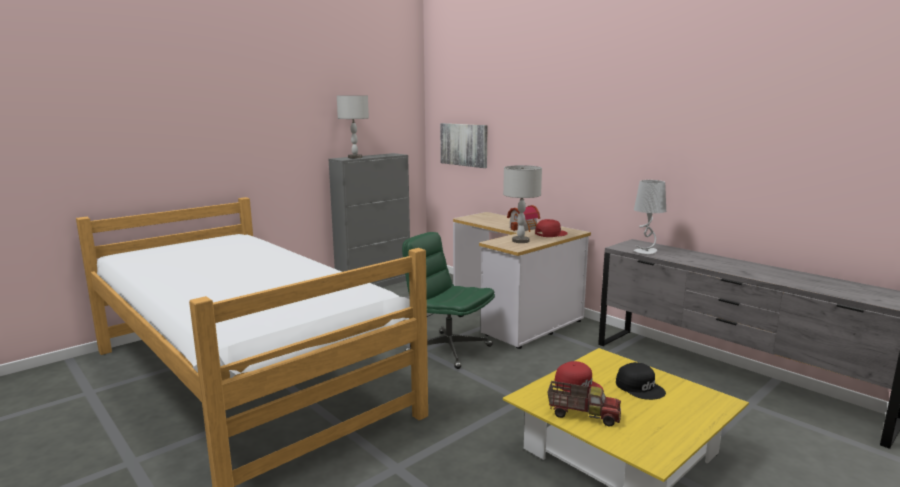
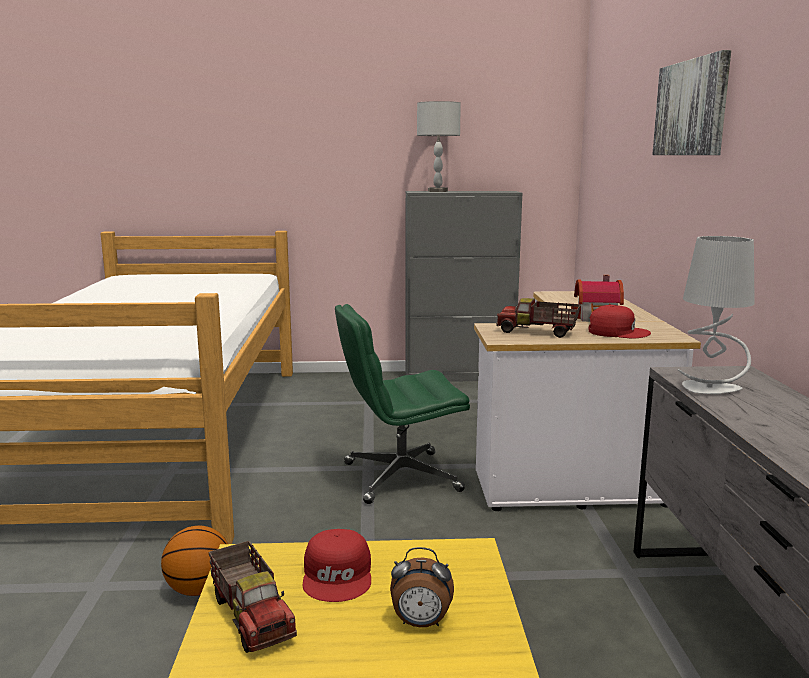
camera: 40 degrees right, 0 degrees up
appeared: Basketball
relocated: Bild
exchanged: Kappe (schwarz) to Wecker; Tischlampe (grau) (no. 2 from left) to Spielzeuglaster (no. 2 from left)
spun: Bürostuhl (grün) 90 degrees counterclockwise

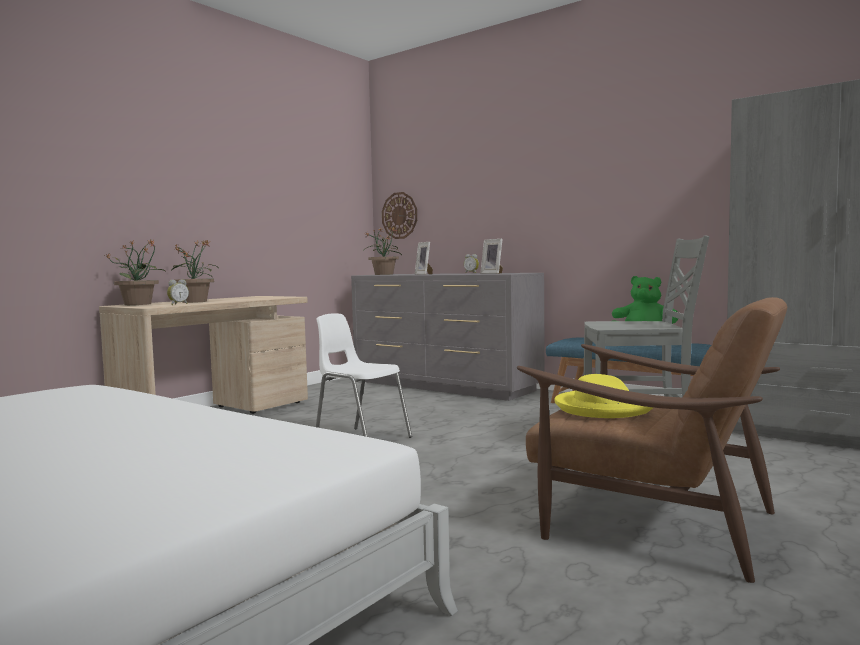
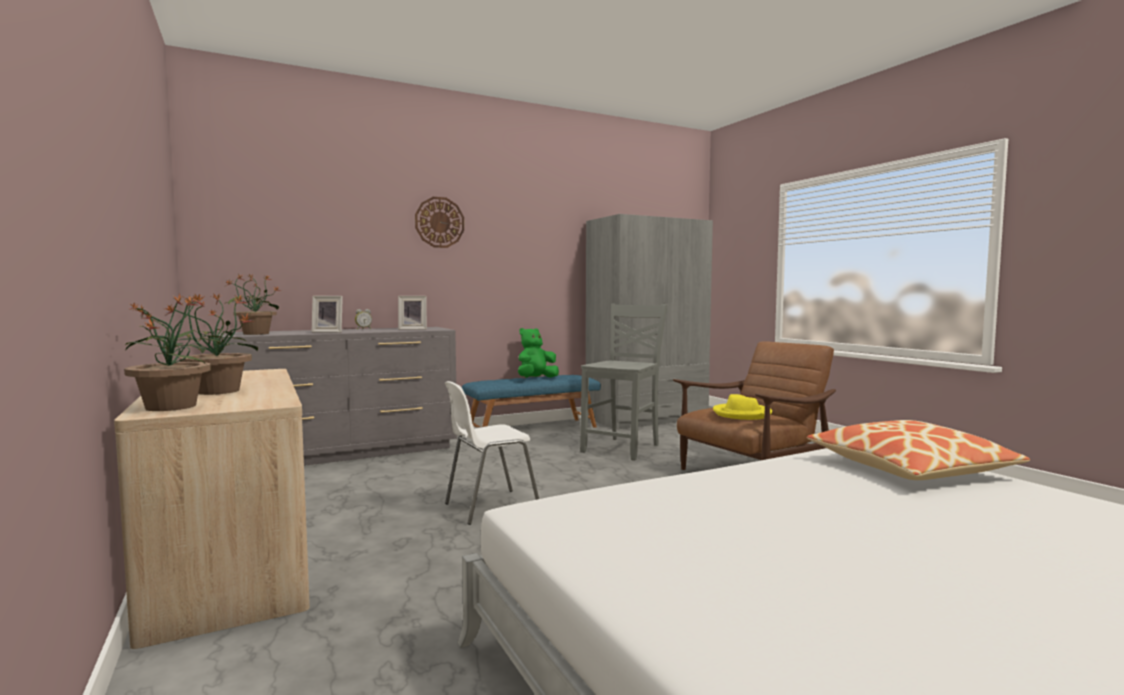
camera: 65 degrees left, 0 degrees up
missing: Wecker (no. 1 from left)
appeared: Kissen
relocated: Wanduhr

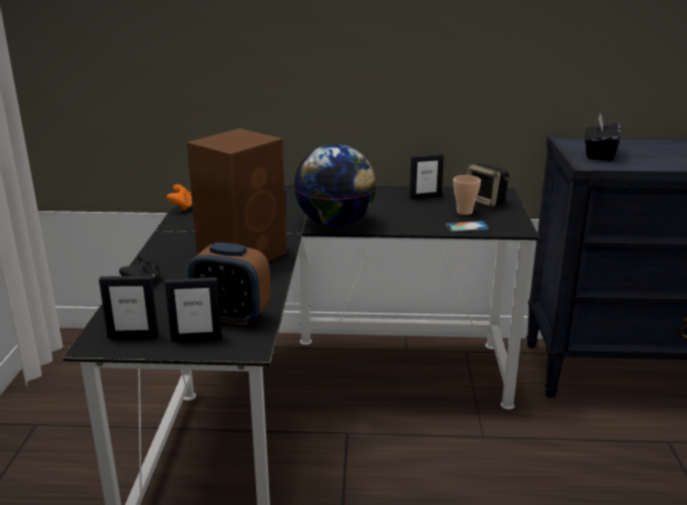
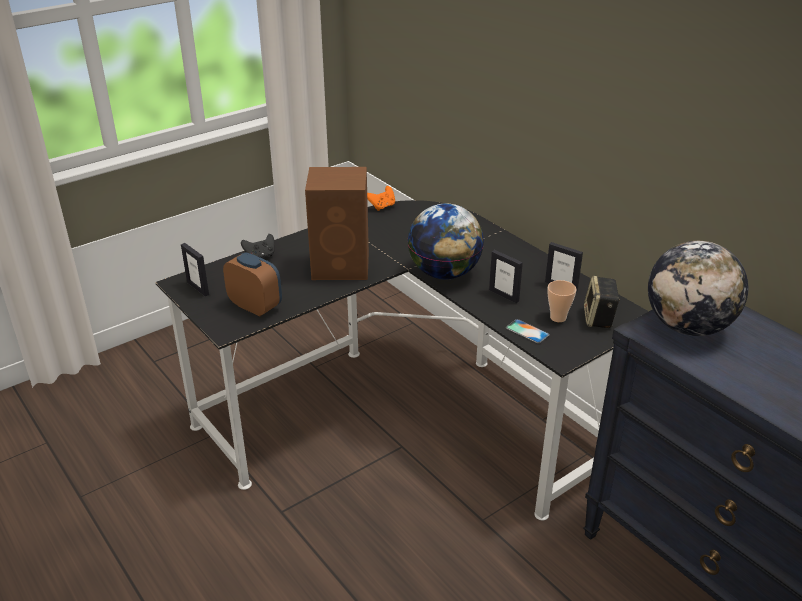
camera: 50 degrees right, 10 degrees up
relocated: Bilderrahmen (no. 2 from left)
exchanged: Taschentuchbox (schwarz) to Globus (no. 2 from left)
spun: Wecker 150 degrees clockwise

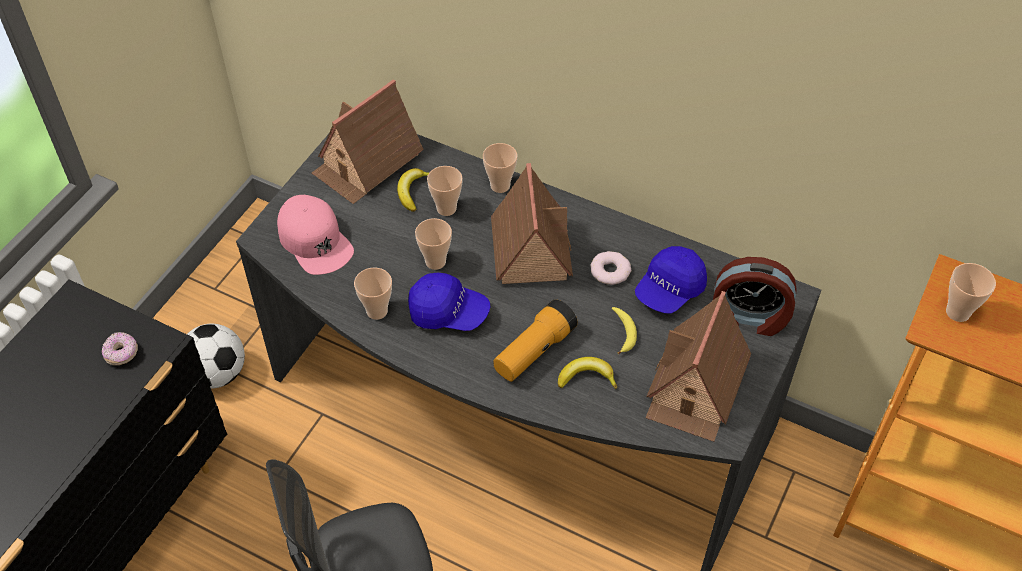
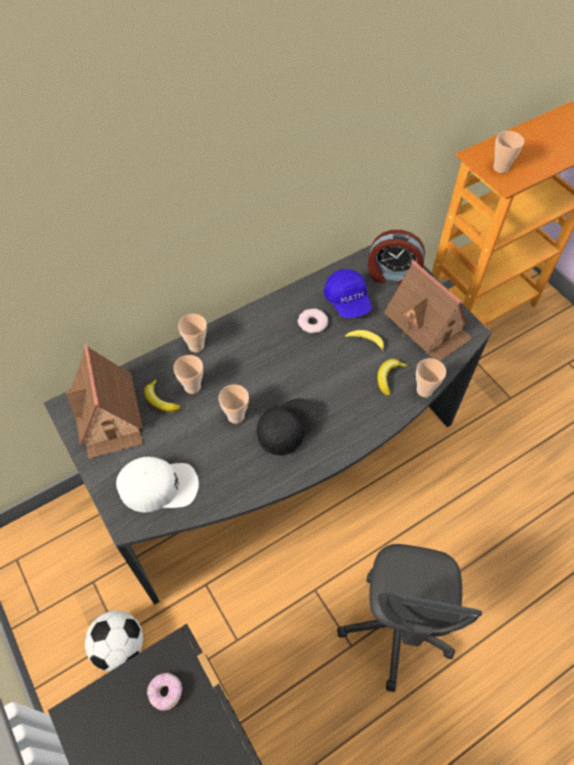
camera: 60 degrees left, 5 degrees up
missing: Spielzeughaus (no. 2 from left); Taschenlampe
relocated: Tasse (no. 1 from left in the first image) to Tasse (no. 4 from left)
colour: Kappe (rosa) to Kappe (weiß); Kappe (blau) (no. 1 from left) to Kappe (schwarz)
spun: Wecker 60 degrees clockwise

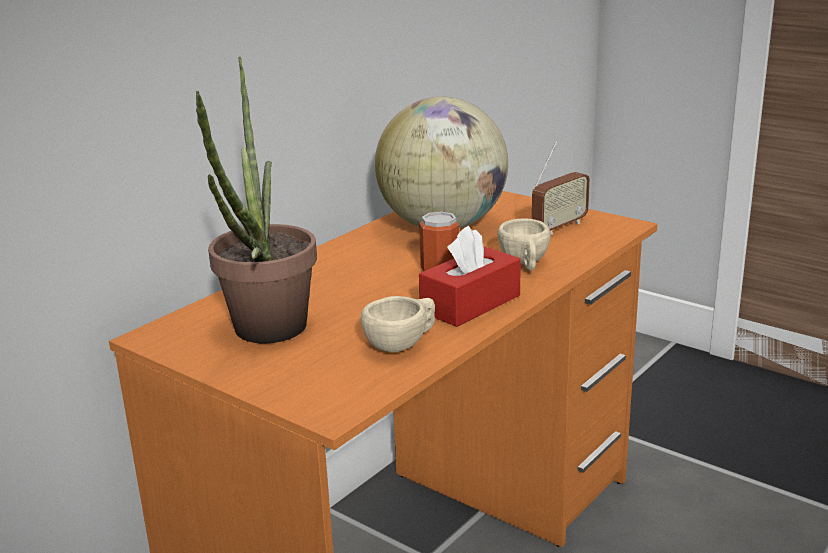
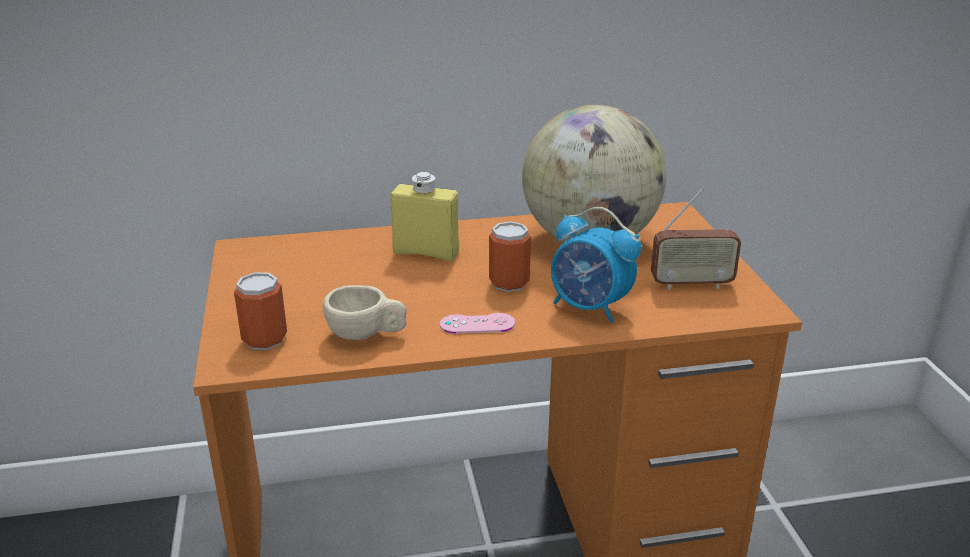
camera: 40 degrees right, 5 degrees up
missing: Topfpflanze
appeared: Dose (no. 1 from left); Flasche (gelb)
exchanged: Taschentuchbox (rot) to Gamepad (rosa); Tasse (beige) (no. 2 from left) to Wecker

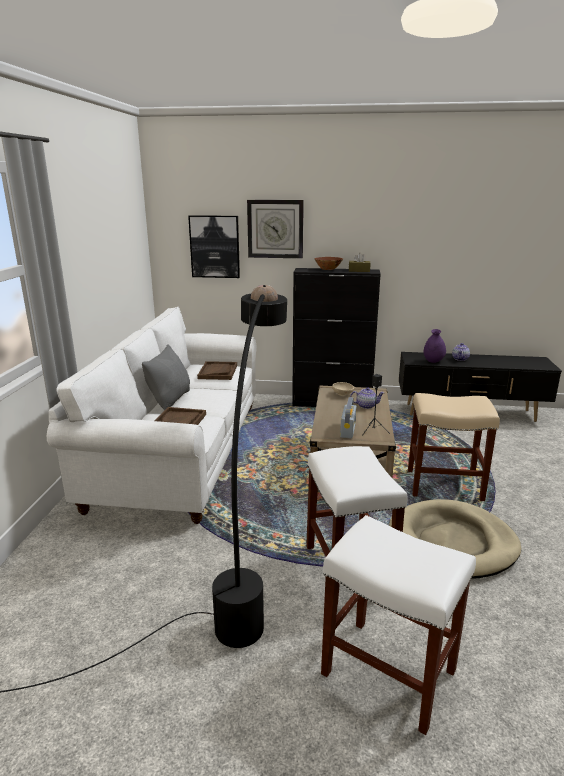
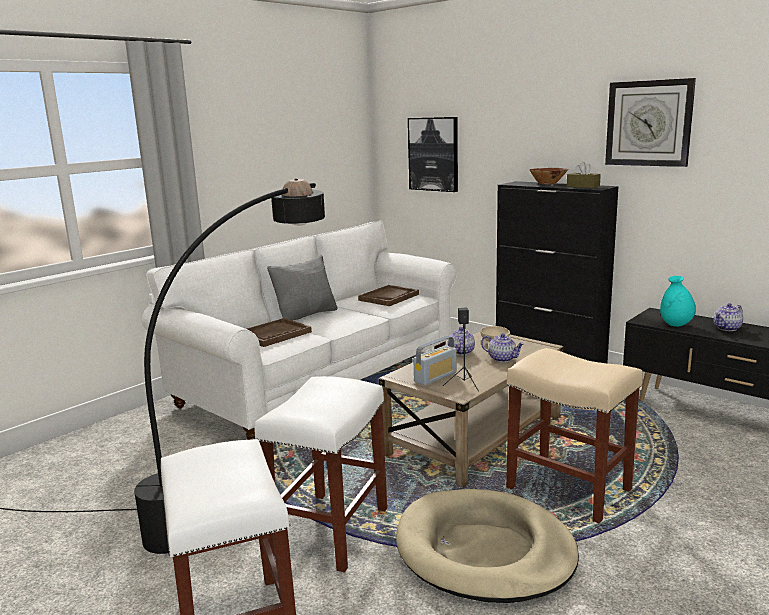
camera: 35 degrees right, 5 degrees down
appeared: Teekanne (no. 1 from left)
relocated: Wanduhr
colour: Vase (lila) to Vase (türkis)

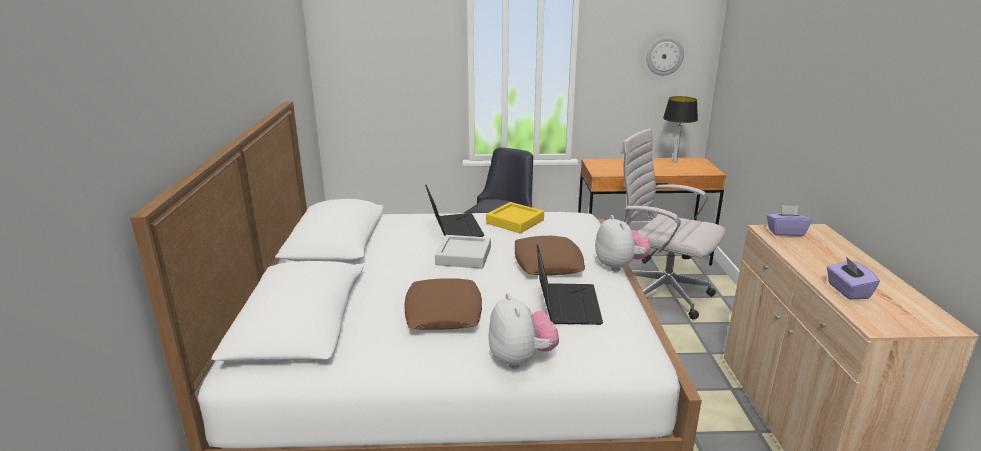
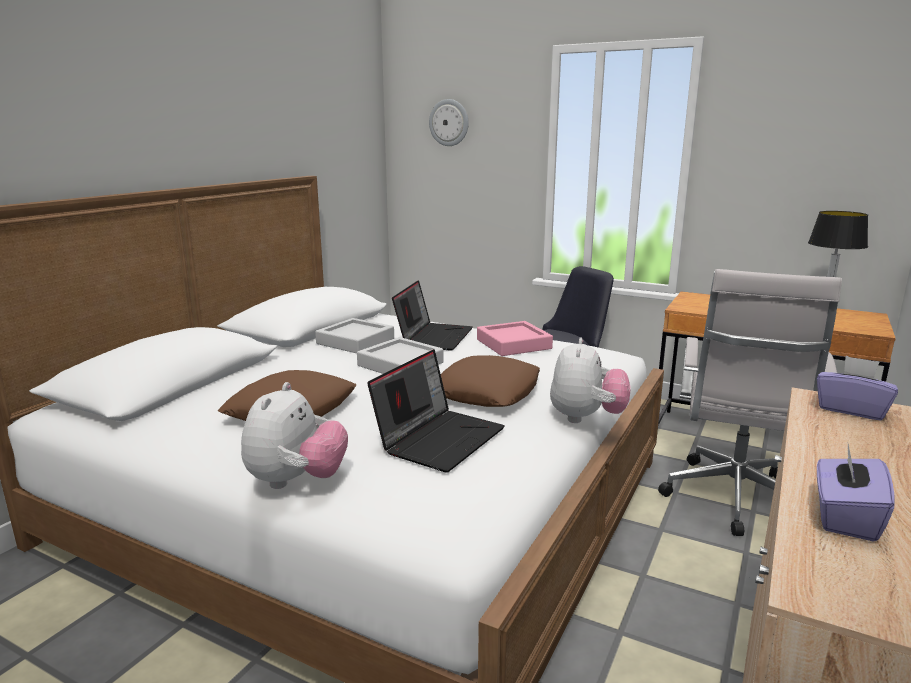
camera: 30 degrees right, 5 degrees down
appeared: Tablett (grau) (no. 1 from left)
relocated: Wanduhr
colour: Tablett (gelb) to Tablett (rosa)
spun: Bürostuhl (weiß) 135 degrees counterclockwise

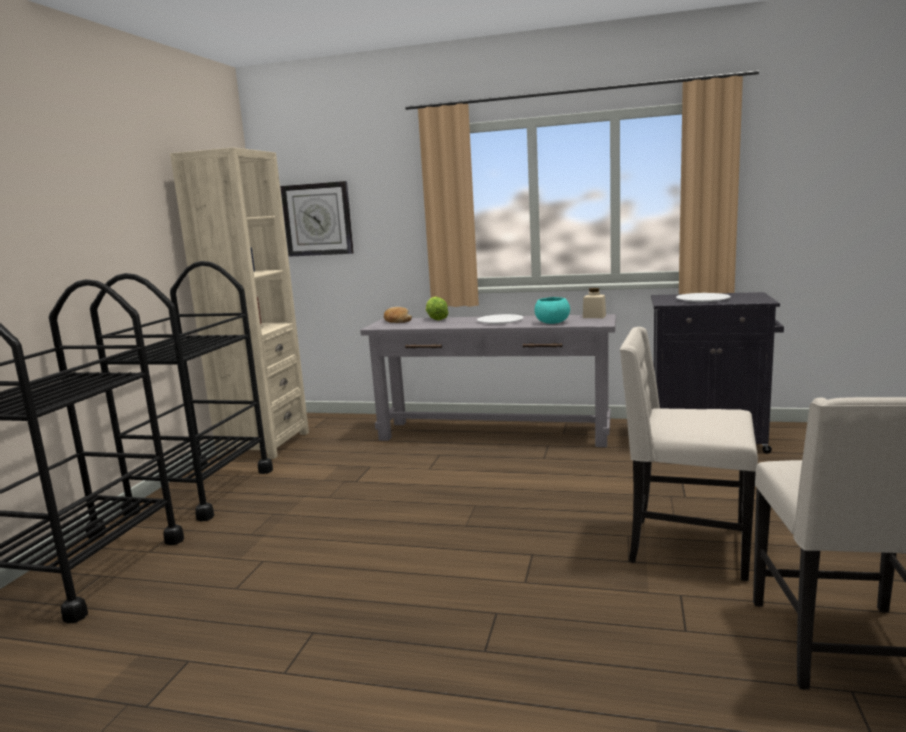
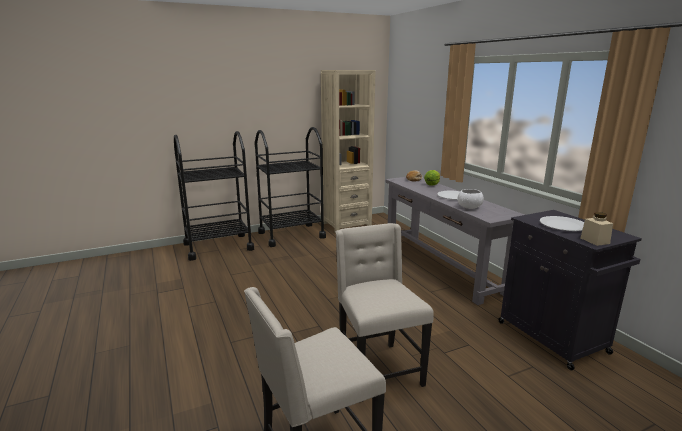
camera: 50 degrees right, 5 degrees up
missing: Wanduhr
relocated: Vorratsglas (beige)
colour: Schüssel (türkis) to Schüssel (weiß)

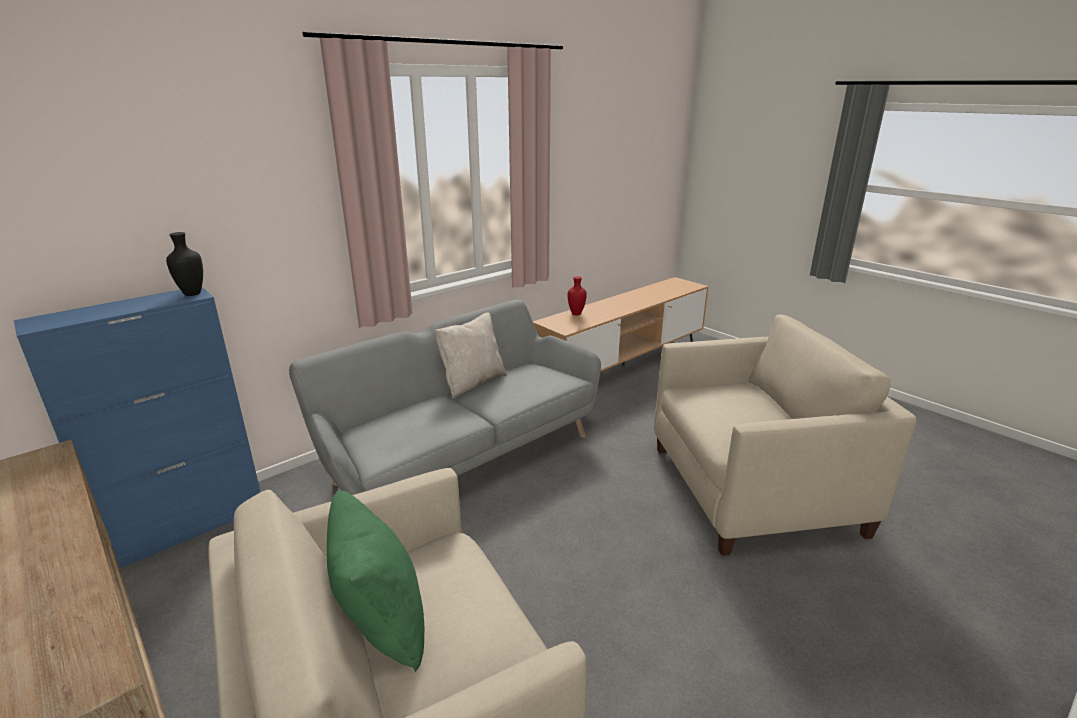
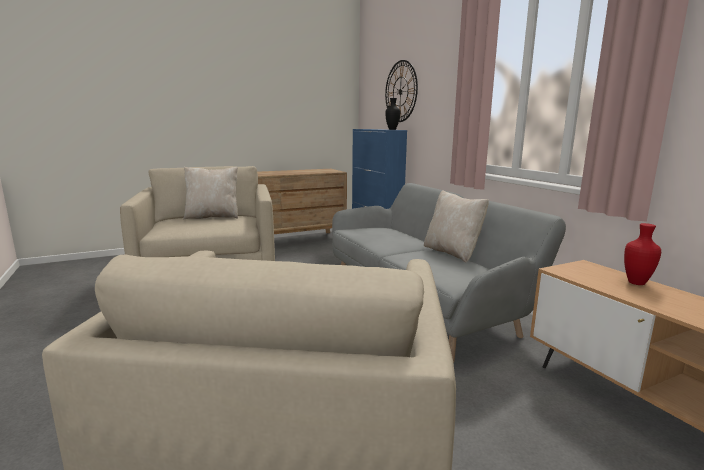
camera: 105 degrees right, 10 degrees down
appeared: Wanduhr
colour: Kissen (grün) to Kissen (beige) (no. 1 from left)

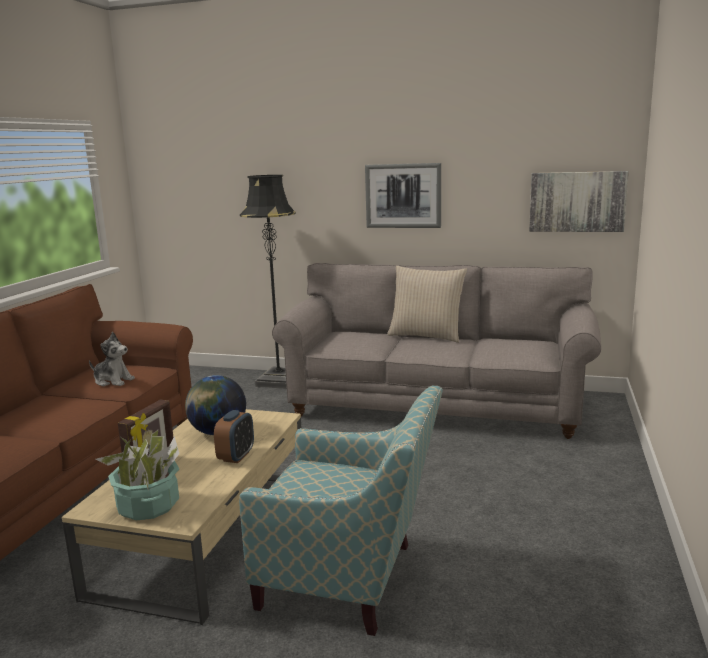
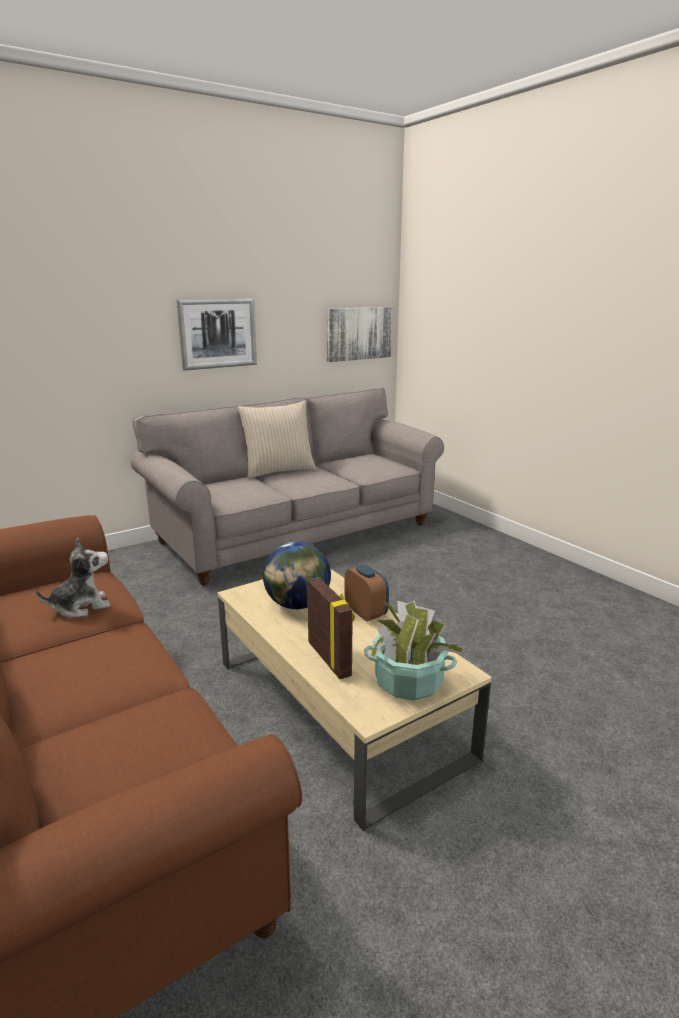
camera: 50 degrees left, 5 degrees up
missing: Sessel; Stehlampe (schwarz)

